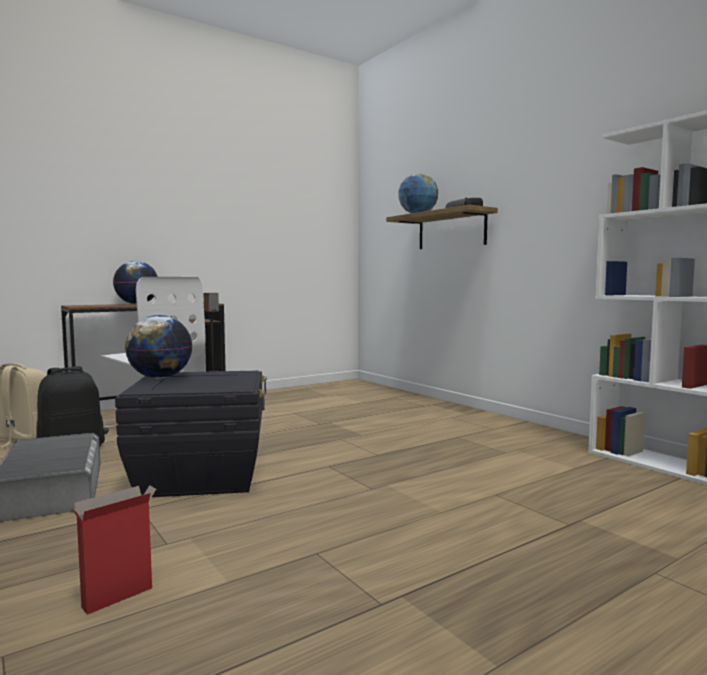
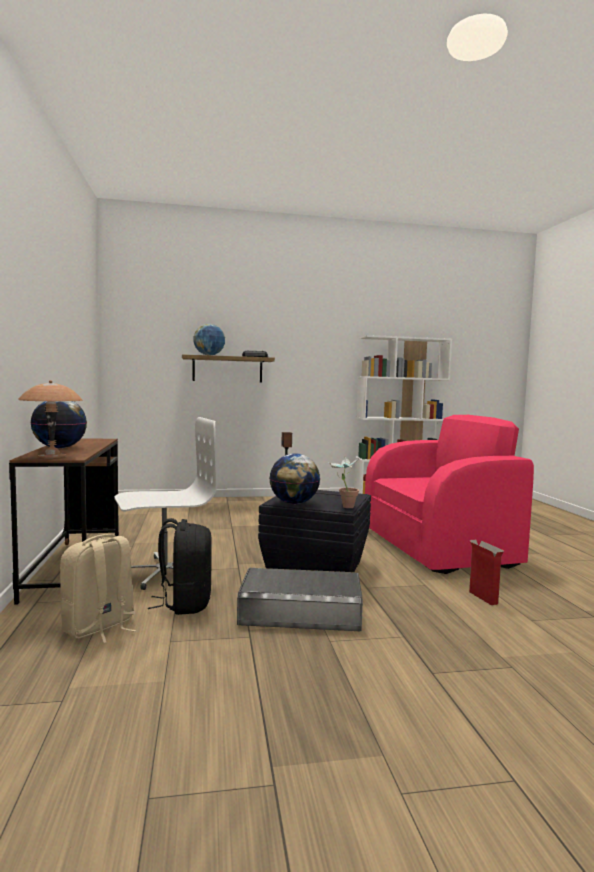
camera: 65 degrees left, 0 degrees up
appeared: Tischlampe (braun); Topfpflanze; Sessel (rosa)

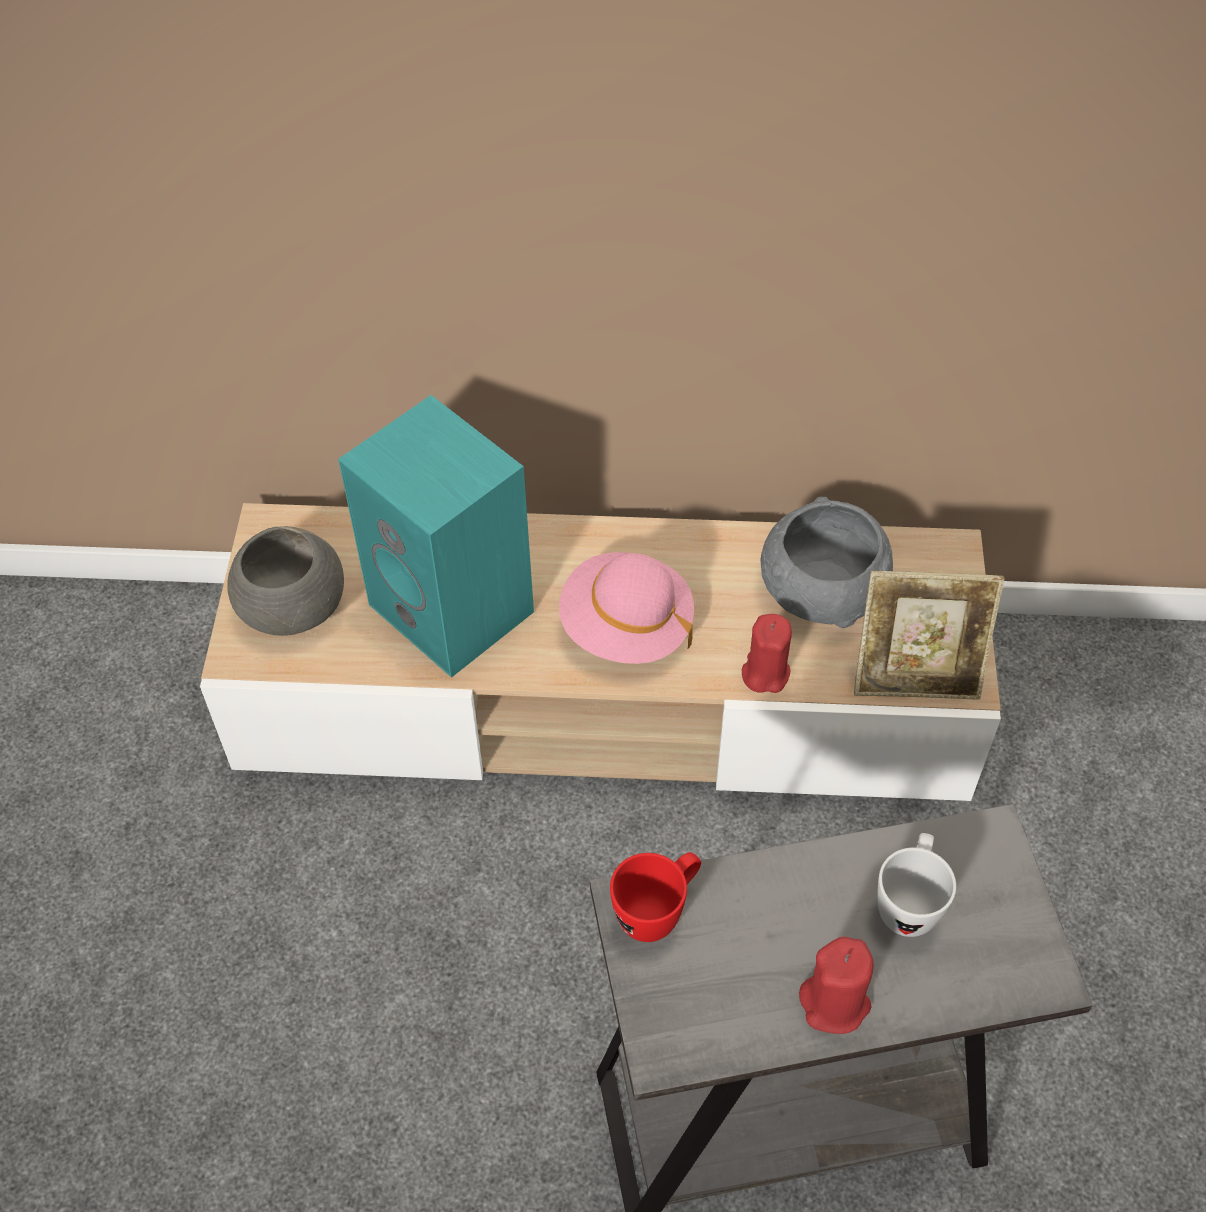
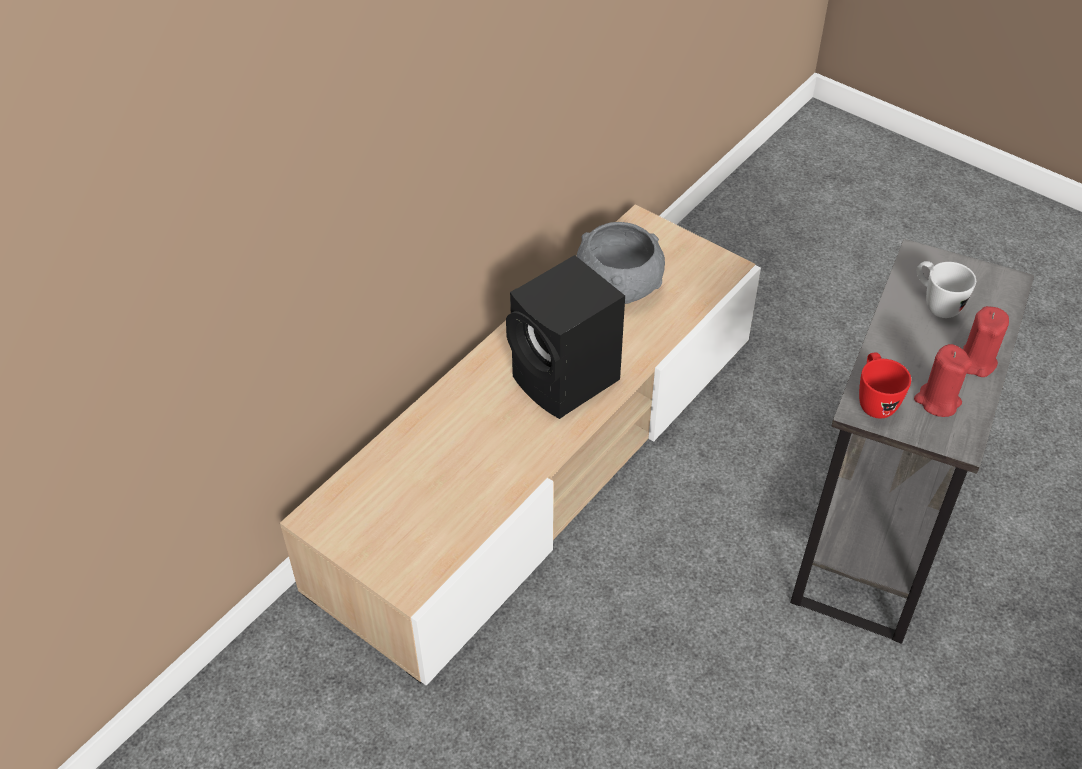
camera: 55 degrees left, 5 degrees down
missing: Schüssel (grau) (no. 1 from left); Lautsprecher (türkis); Bilderrahmen
relocated: Kerze (rot) (no. 1 from left)
exchanged: Hut (rosa) to Lautsprecher (schwarz)

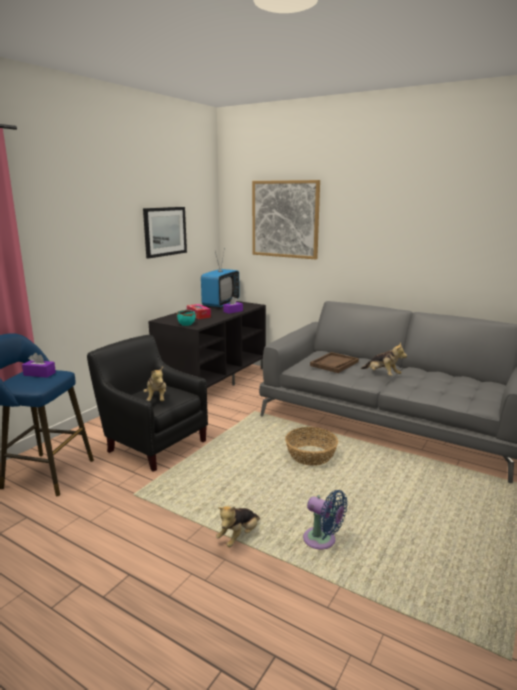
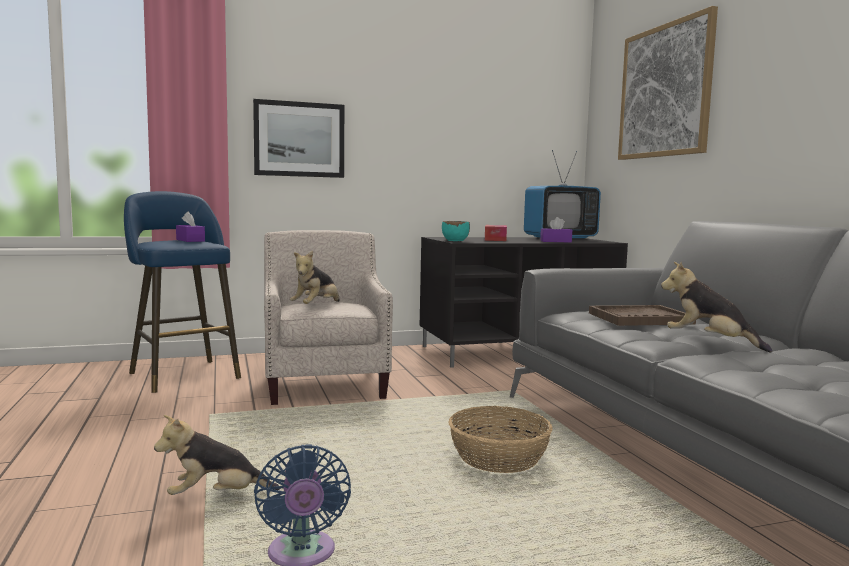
camera: 40 degrees right, 10 degrees down
relocated: Bild (no. 1 from left)
colour: Sessel (schwarz) to Sessel (beige)
spun: Plüschtier (no. 3 from left) 135 degrees clockwise

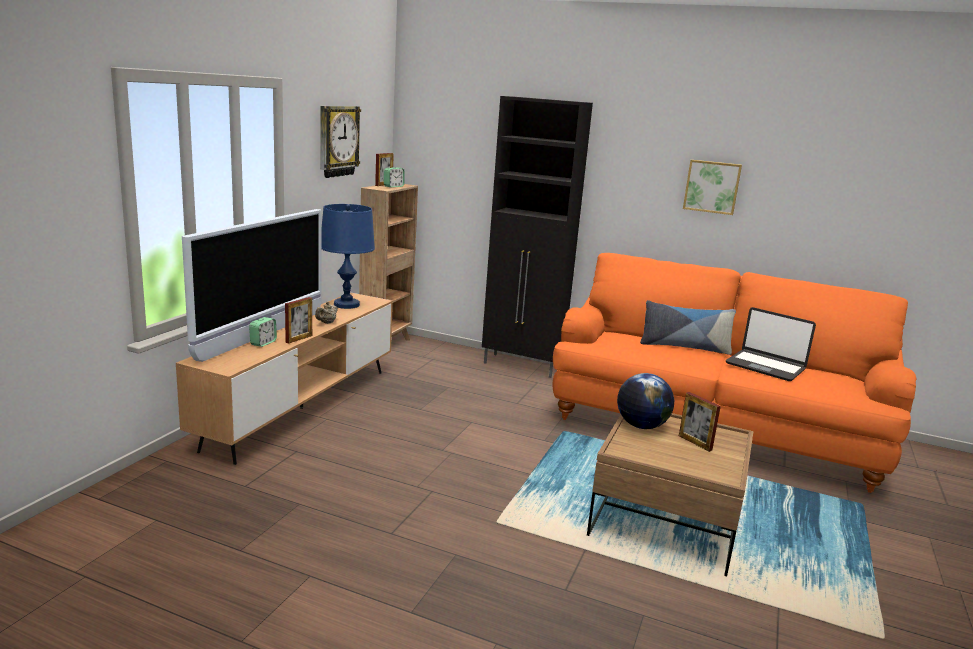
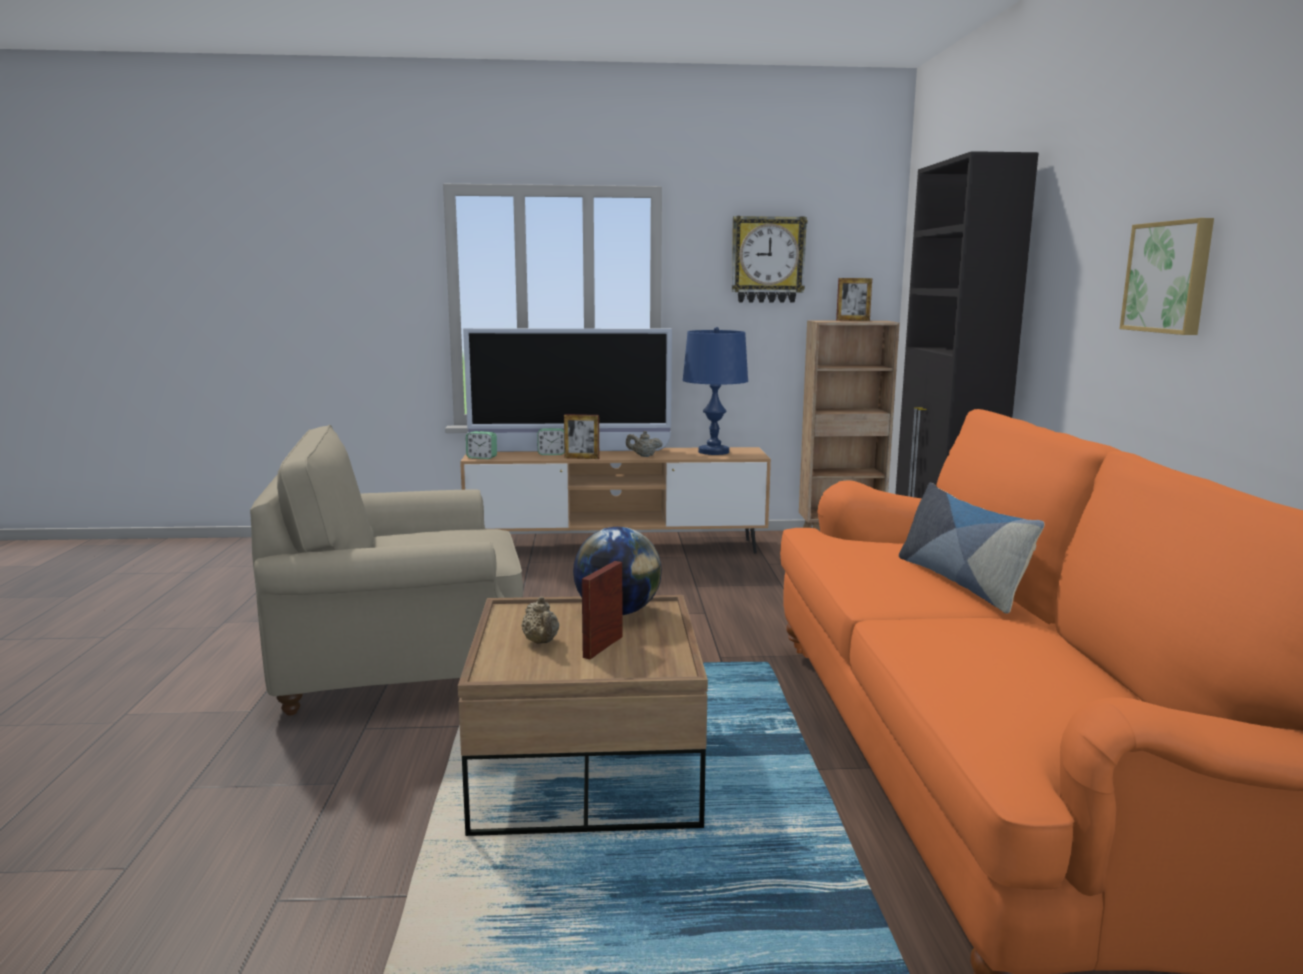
camera: 65 degrees right, 5 degrees down
missing: Laptop
appeared: Sessel (beige); Teekanne (beige) (no. 1 from left)
relocated: Wecker (no. 2 from left in the first image) to Wecker (no. 1 from left)

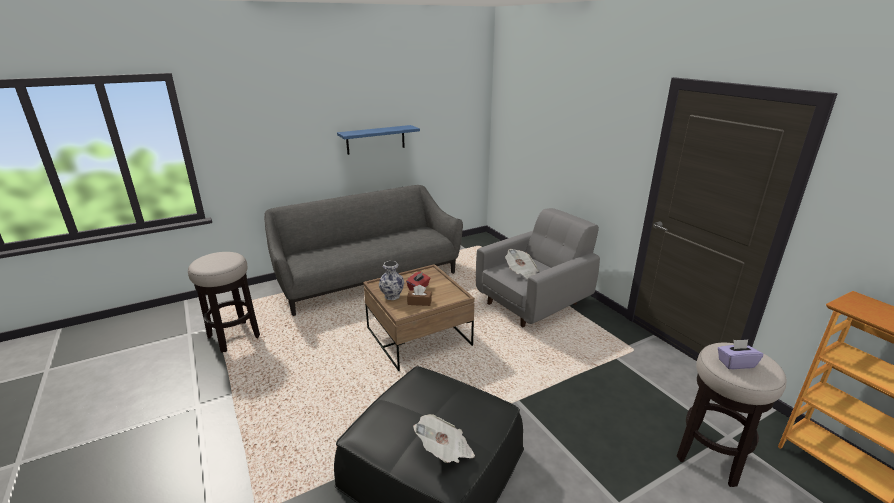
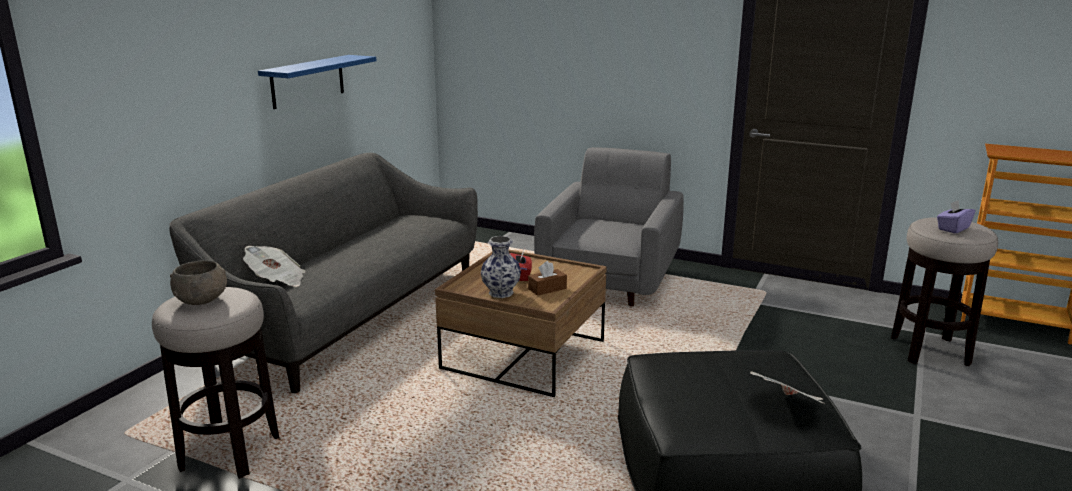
camera: 35 degrees left, 5 degrees down
appeared: Schüssel (grau)
relocated: Zeitung (no. 2 from left in the first image) to Zeitung (no. 1 from left)

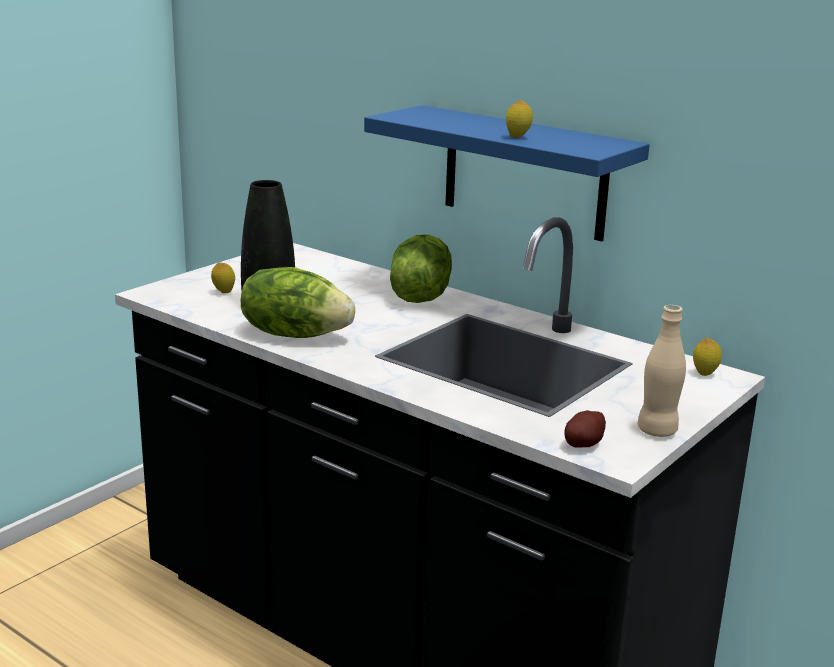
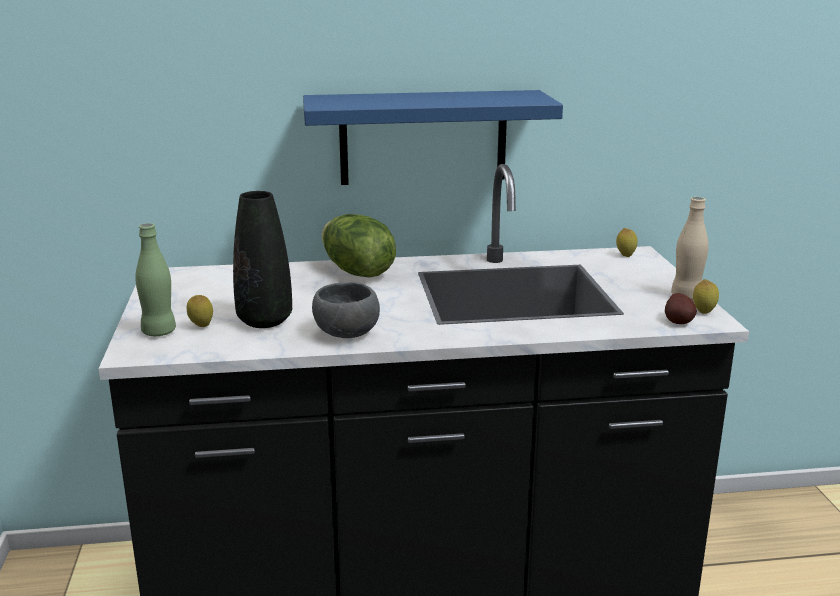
camera: 45 degrees left, 0 degrees up
appeared: Flasche (grün)
relocated: Zitrone (no. 2 from left in the first image) to Zitrone (no. 3 from left)
exchanged: Salatkopf (no. 1 from left) to Schüssel (grau)

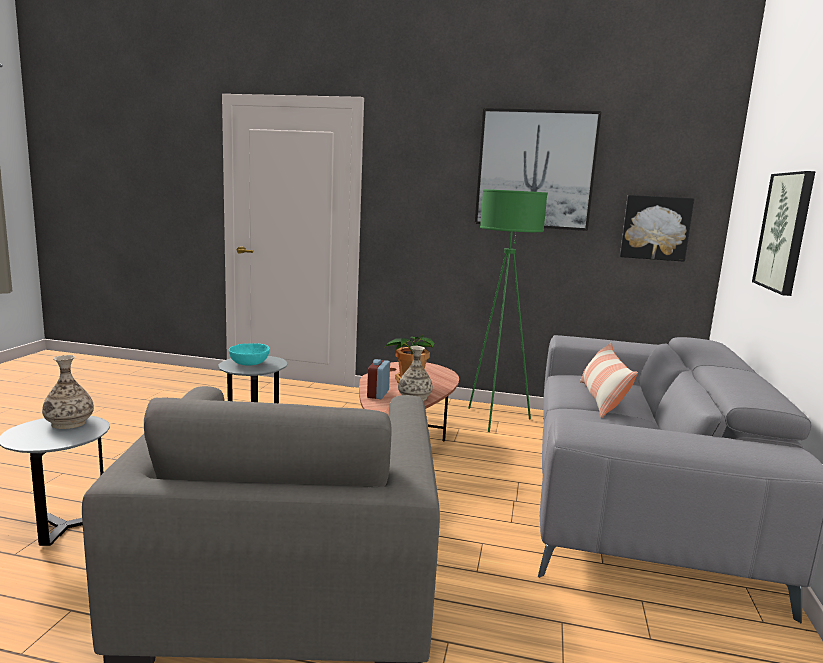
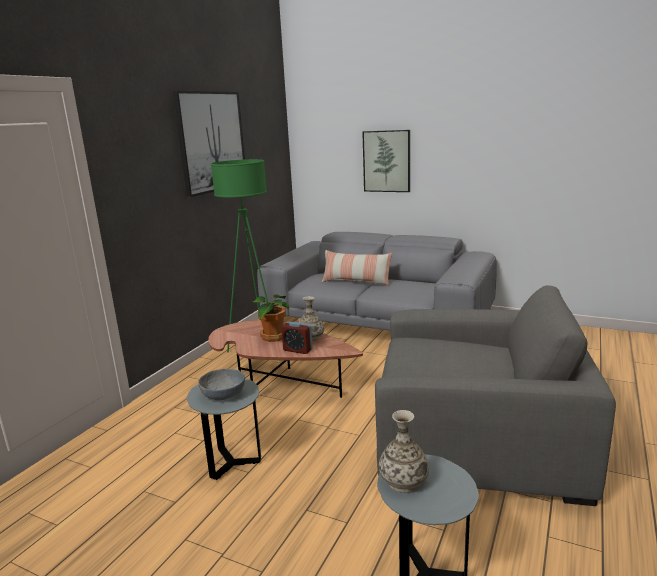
camera: 75 degrees left, 5 degrees up
missing: Bild (no. 2 from left)
colour: Schüssel (türkis) to Schüssel (grau)

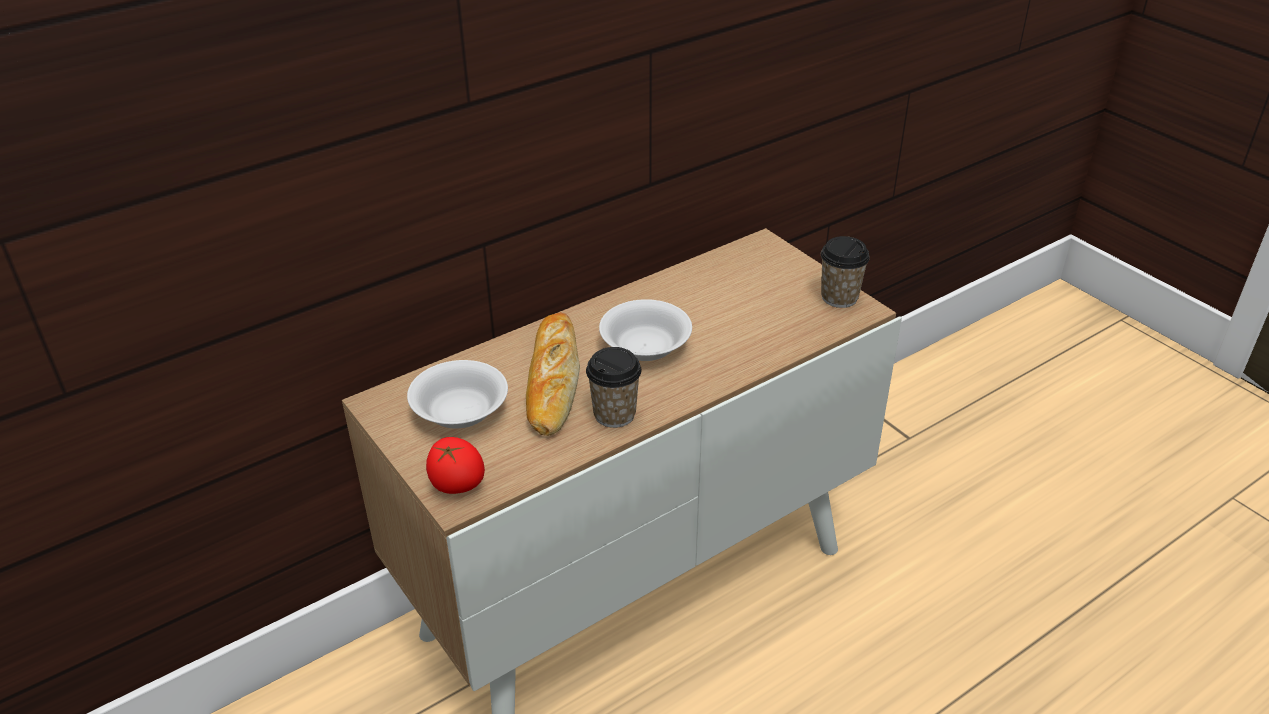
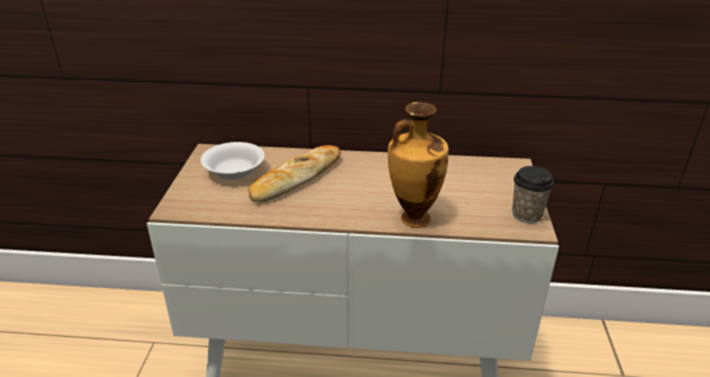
camera: 40 degrees right, 5 degrees down
missing: Tomate; Tasse (no. 1 from left); Schüssel (weiß) (no. 2 from left)
appeared: Vase

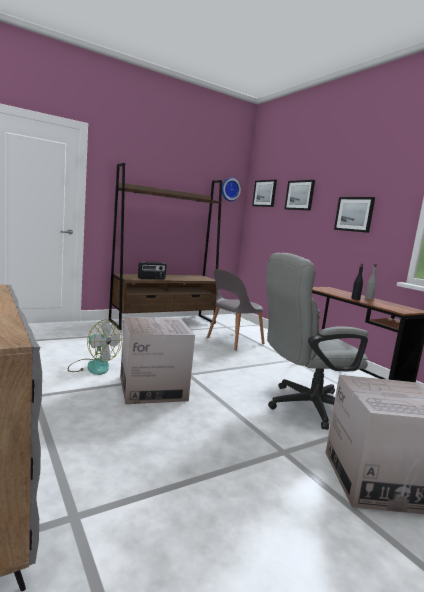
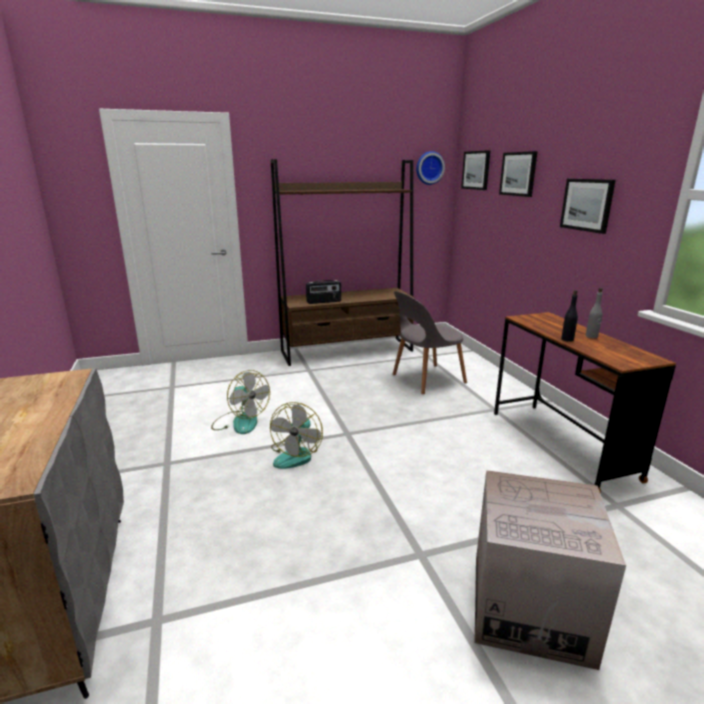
camera: 15 degrees right, 10 degrees up
missing: Bürostuhl (grau)
exchanged: Karton (no. 1 from left) to Ventilator (no. 2 from left)

